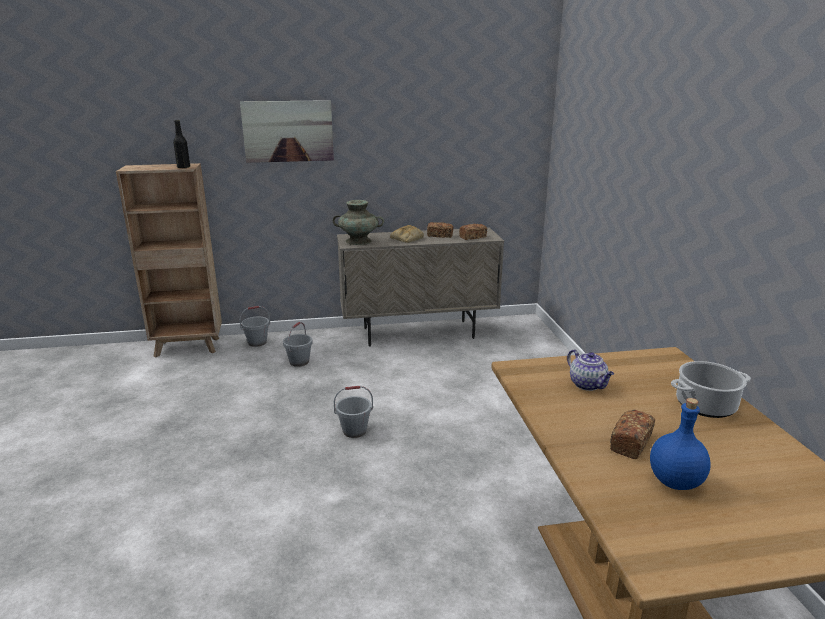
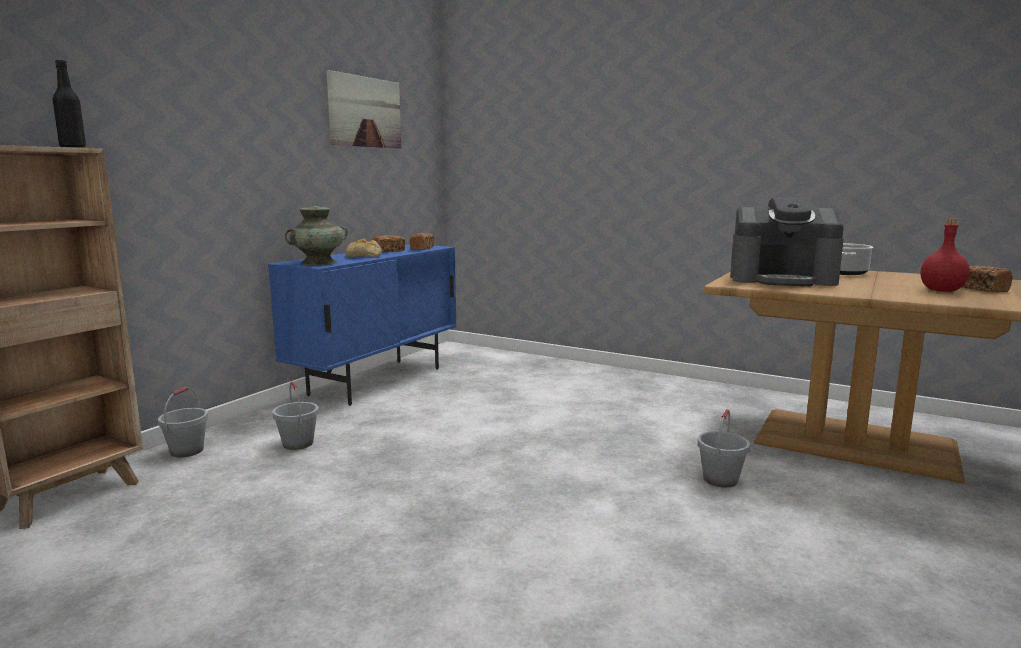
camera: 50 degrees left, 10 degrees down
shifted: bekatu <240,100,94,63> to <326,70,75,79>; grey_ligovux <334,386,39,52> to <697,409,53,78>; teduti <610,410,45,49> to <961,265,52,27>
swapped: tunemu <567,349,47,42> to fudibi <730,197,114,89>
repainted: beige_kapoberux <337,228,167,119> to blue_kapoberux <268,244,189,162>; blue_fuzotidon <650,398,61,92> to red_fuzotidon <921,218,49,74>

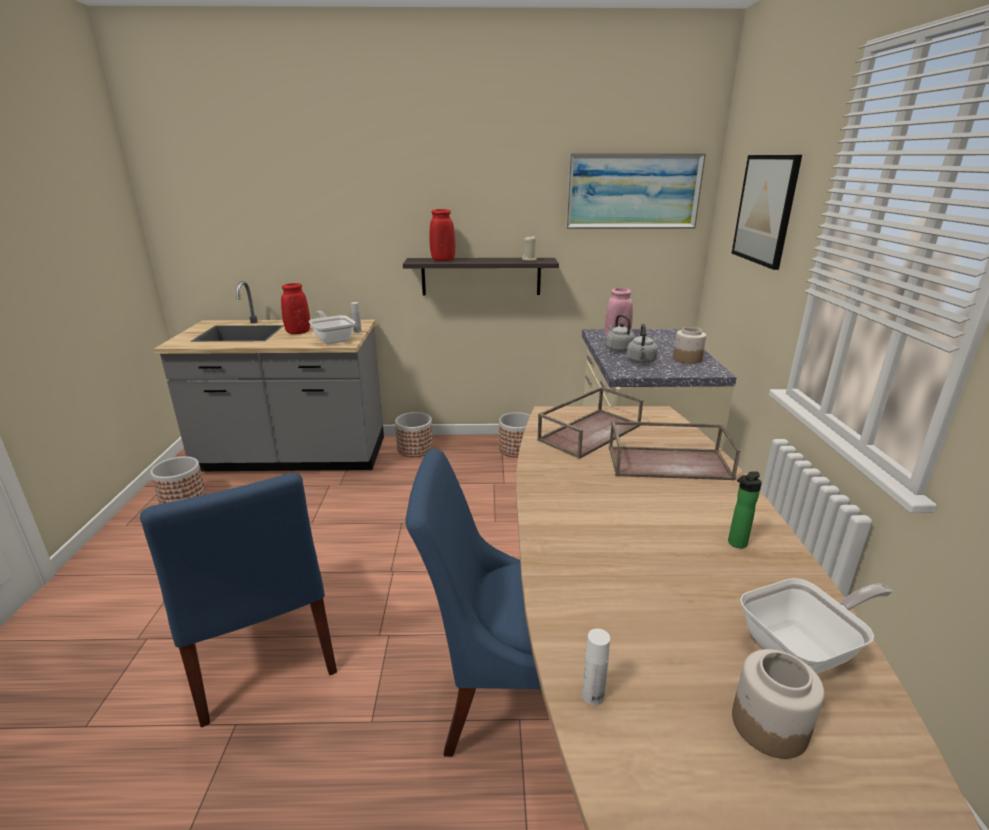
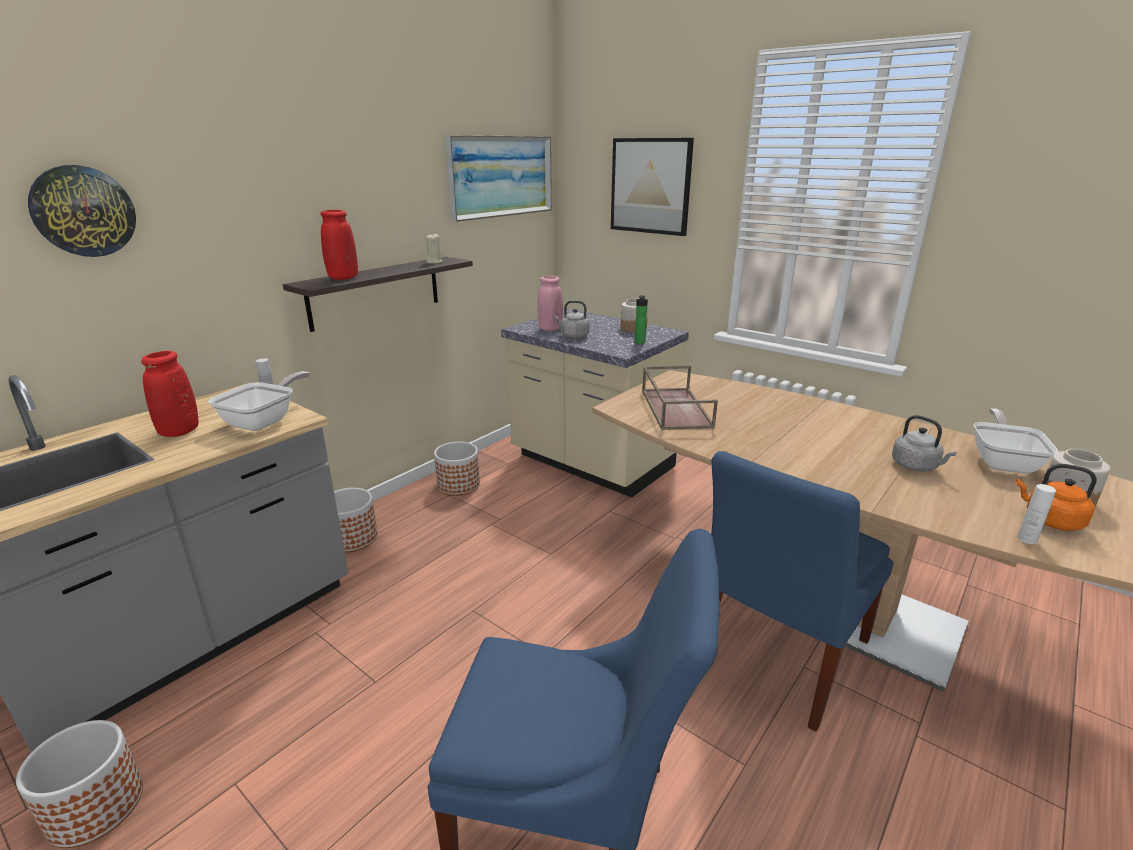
camera: 50 degrees left, 0 degrees up
gone: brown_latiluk <609,421,132,59>
new: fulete <28,165,108,92>; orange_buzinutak <1016,464,81,67>
shifted: grey_buzinutak <627,324,31,39> to <892,415,65,57>; fuzotidon <728,471,34,78> to <635,295,13,49>
rotated: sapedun <309,311,46,33> = <208,371,102,60> 105 degrees clockwise

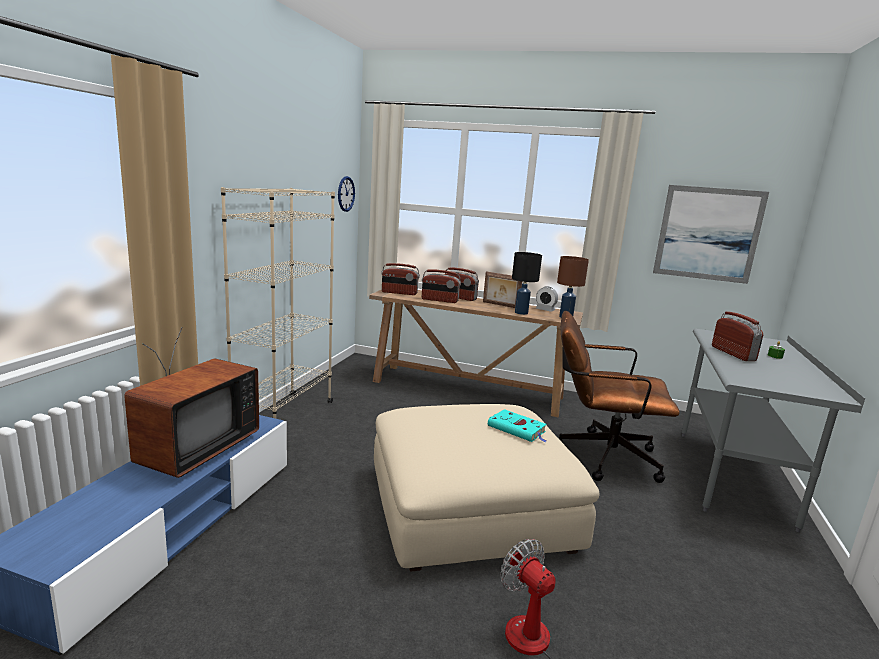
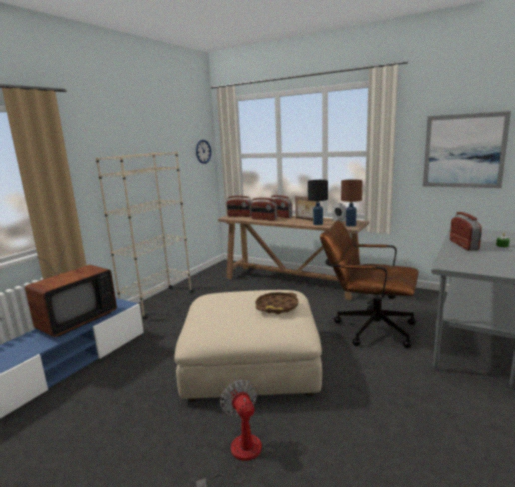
camera: 15 degrees right, 0 degrees up
swapped: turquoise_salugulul <488,409,59,33> to brown_latiluk <256,292,42,22>

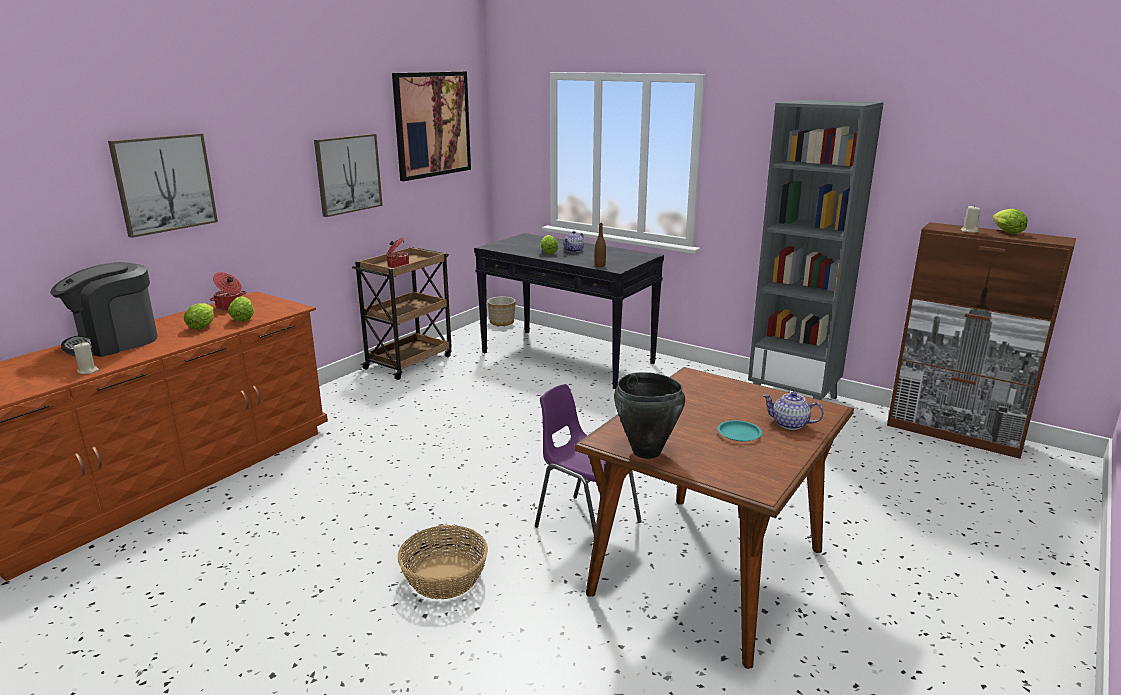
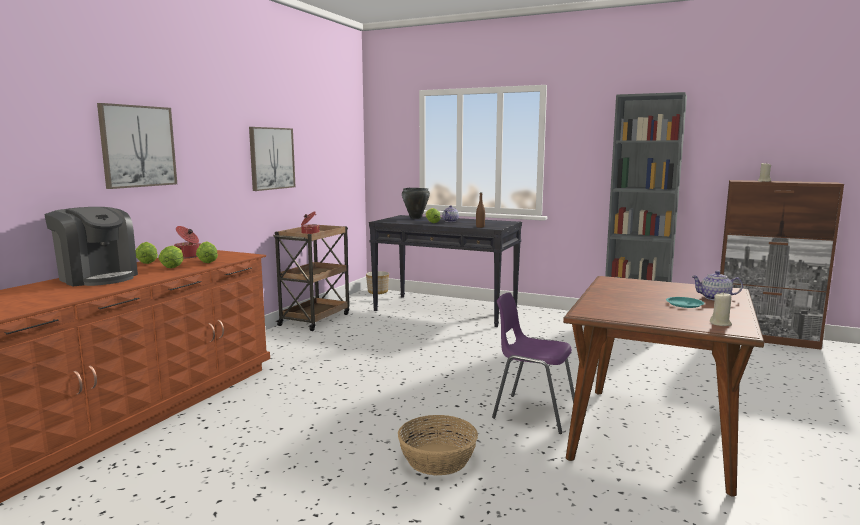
camera: 10 degrees left, 10 degrees down
gone: bekatu <392,71,79,110>
shifted: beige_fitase <73,342,26,32> to <710,292,22,34>; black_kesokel <614,372,71,87> to <402,188,28,31>; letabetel <992,209,36,25> to <136,242,22,22>
rotated: fudibi <50,262,108,95> = <44,207,94,79> 90 degrees counterclockwise

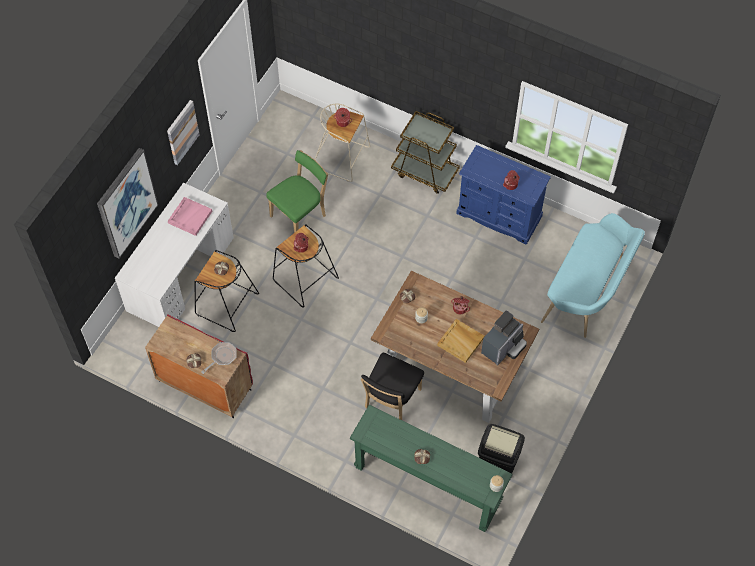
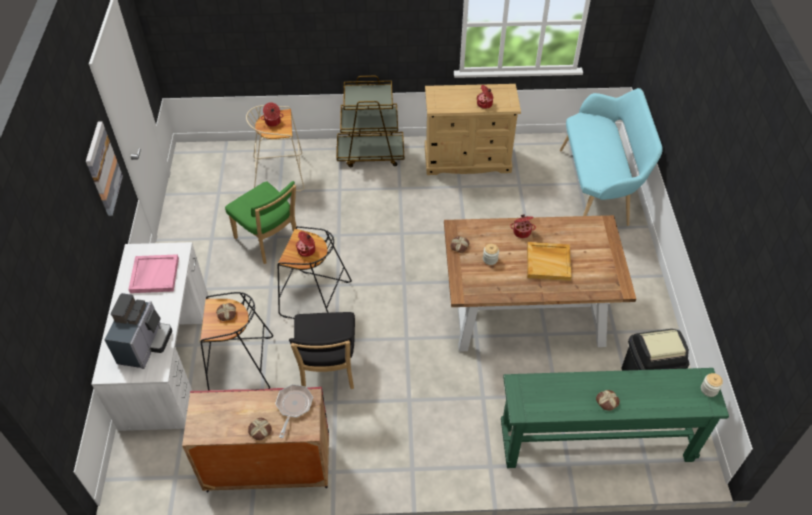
camera: 30 degrees left, 10 degrees down
gone: bekatu <97,148,61,111>
shifted: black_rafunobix <361,353,63,67> to <289,312,66,77>; fudibi <481,311,46,55> to <104,293,68,76>
repainted: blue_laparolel <456,145,95,100> to beige_laparolel <425,84,96,91>
rotated: green_rafunobix <266,150,62,83> = <225,181,72,83> 120 degrees clockwise

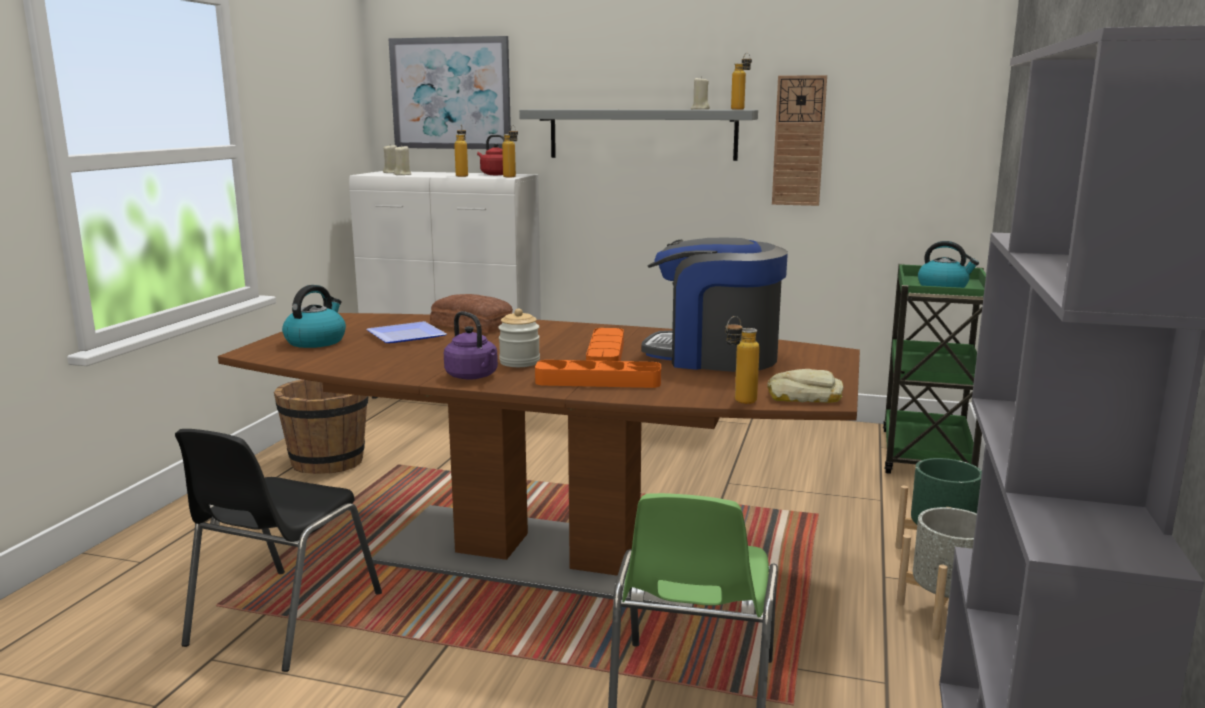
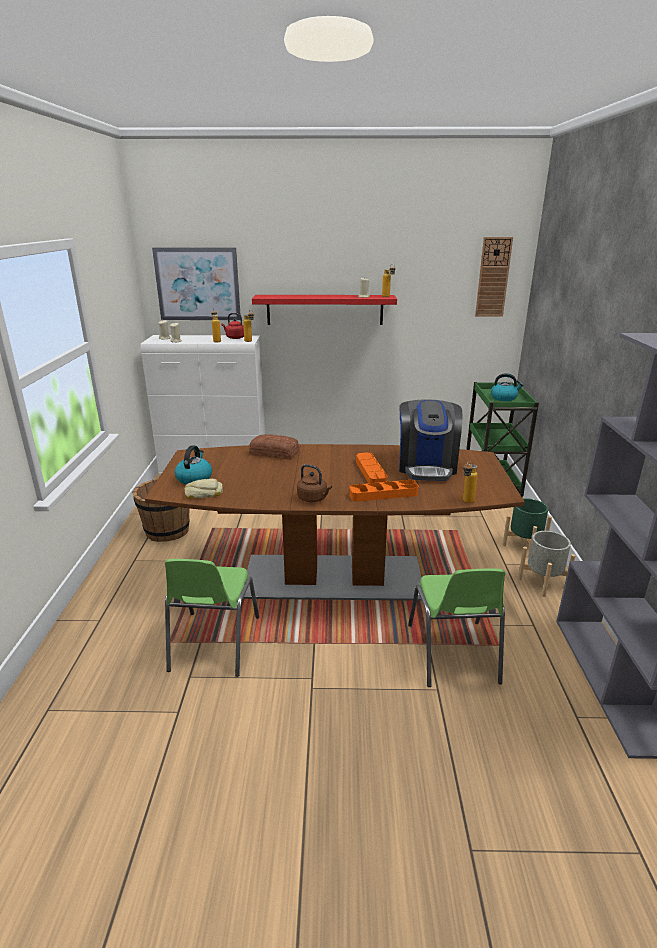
camera: 15 degrees left, 10 degrees up
gone: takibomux <366,321,81,22>; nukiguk <498,309,42,58>
shifted: teduti <767,369,76,34> to <184,479,39,20>; fulete <772,75,55,131> to <475,237,38,79>
repainted: black_rafunobix <175,429,207,243> to green_rafunobix <165,559,94,118>; purple_buzinutak <444,311,54,69> to brown_buzinutak <297,464,35,38>; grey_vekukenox <519,109,239,52> to red_vekukenox <252,295,145,30>
rotated: fudibi <641,237,147,135> = <399,399,63,82> 90 degrees counterclockwise

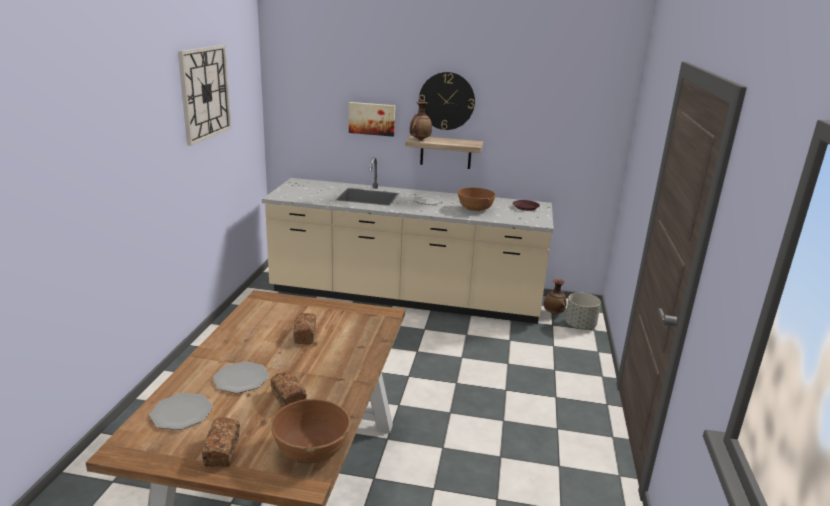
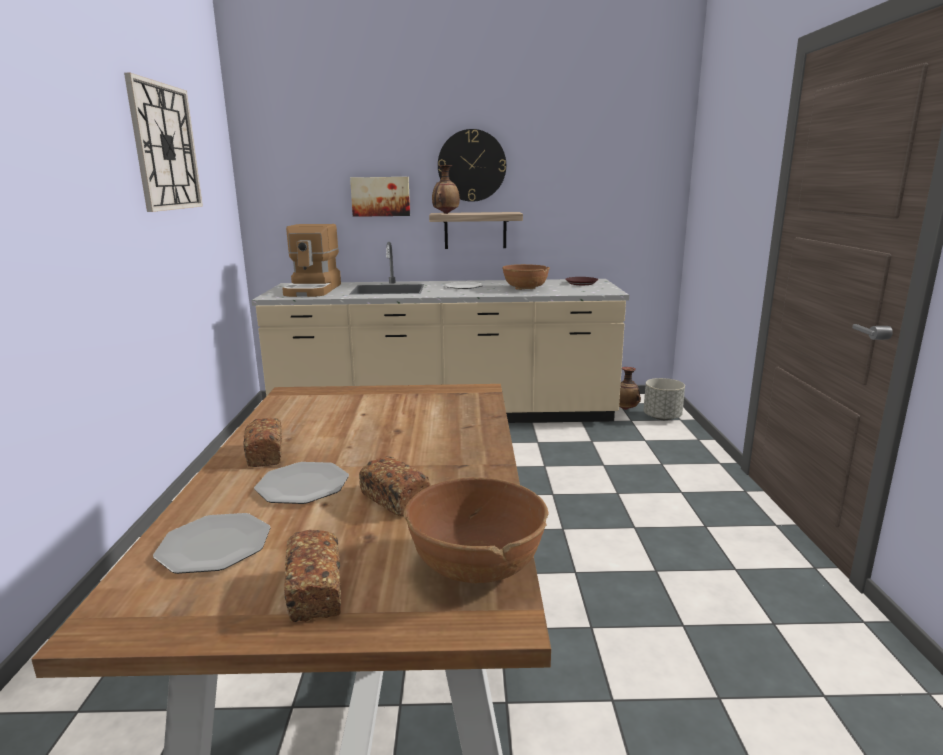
camera: 10 degrees left, 5 degrees down
new: fudibi <282,224,59,73>
shifted: teduti <293,313,23,31> to <243,418,39,49>

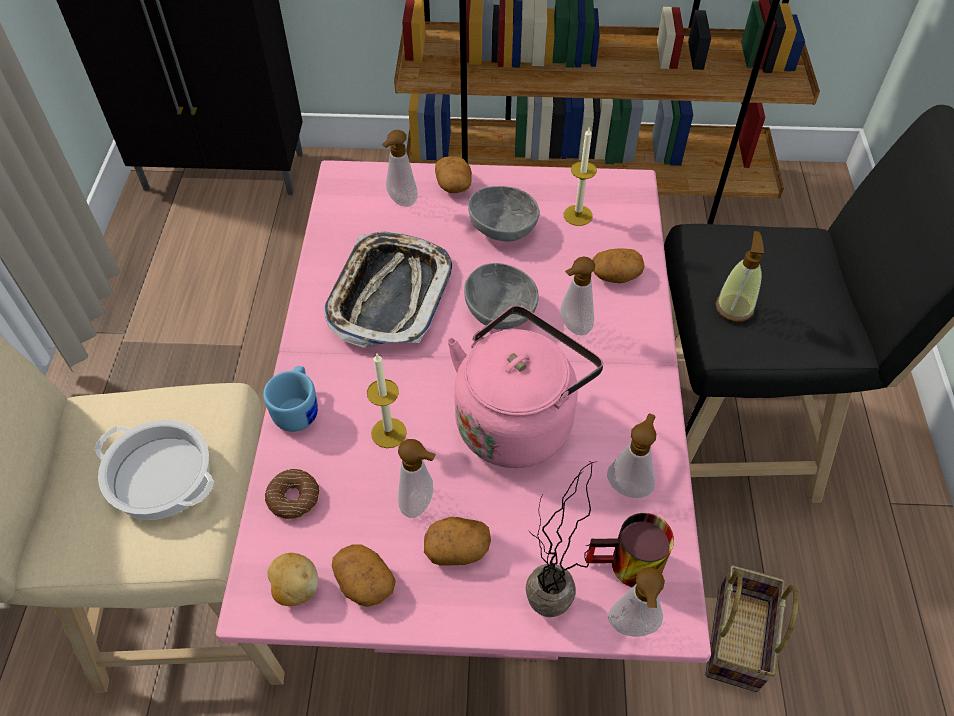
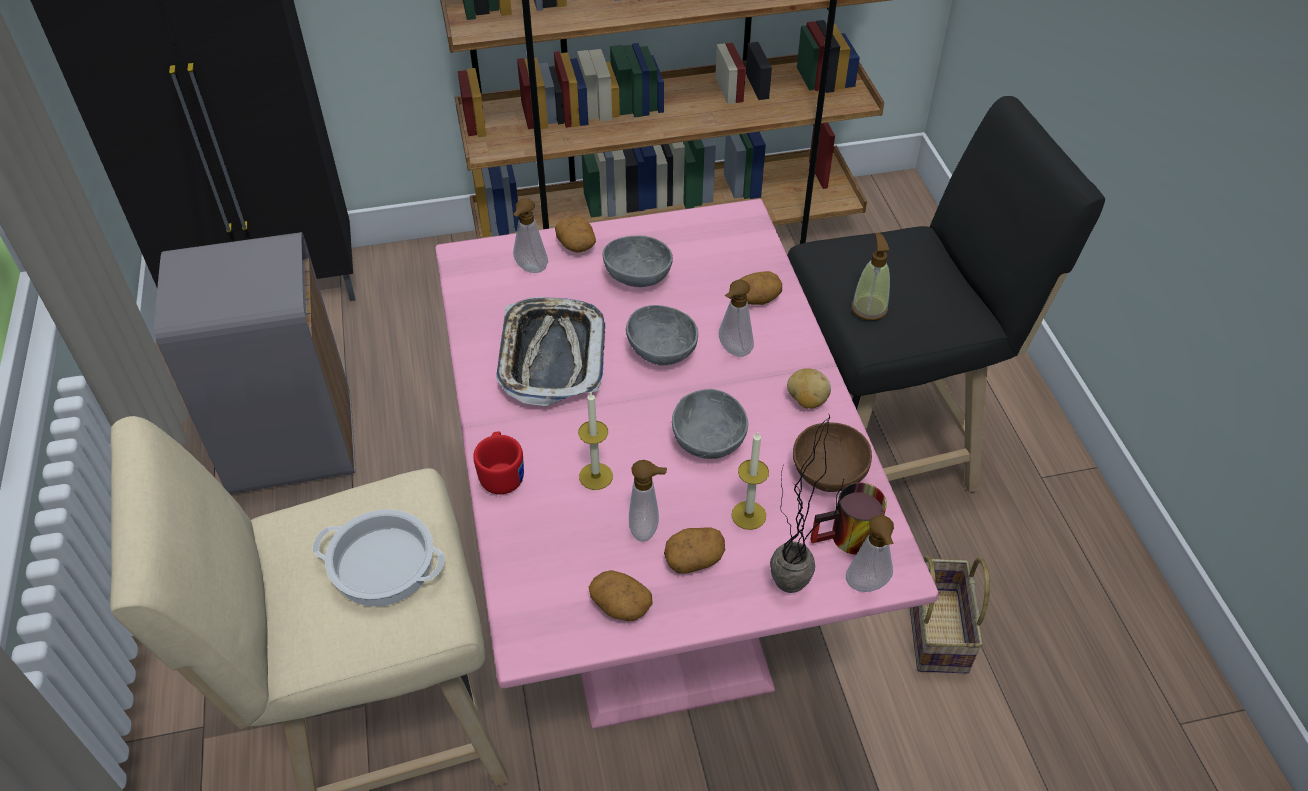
camera: 15 degrees left, 5 degrees down
gone: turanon <265,469,54,50>
new: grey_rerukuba <154,232,201,262>
shifted: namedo <267,553,51,53> to <787,368,44,41>; fitase <563,126,34,100> to <732,432,37,98>
swapped: pink_buzinutak <447,305,156,163> to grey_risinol <672,389,76,70>; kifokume <607,413,49,85> to brown_risinol <793,422,79,70>
repainted: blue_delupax <263,366,55,66> to red_delupax <473,431,51,63>

